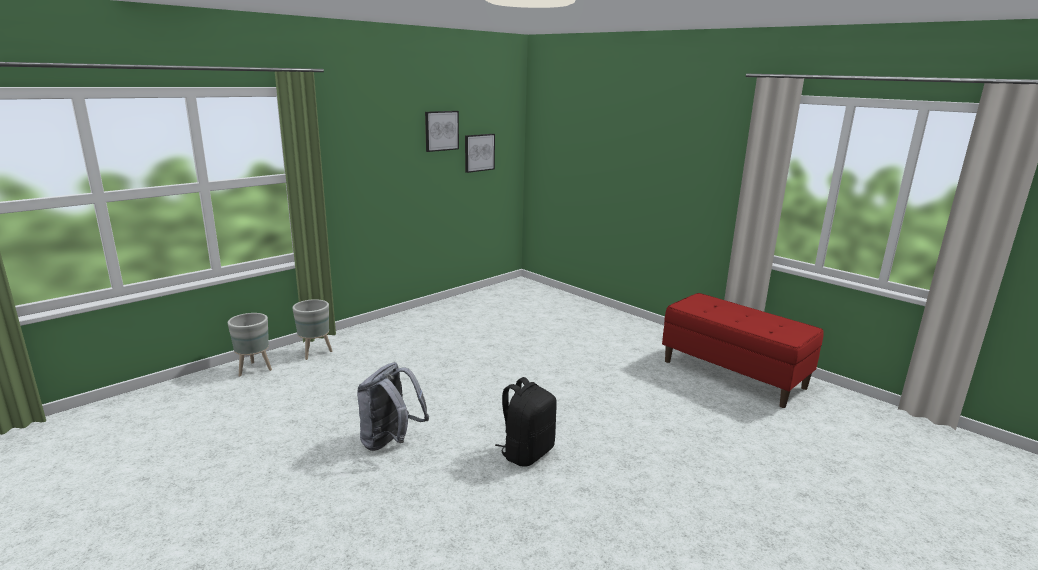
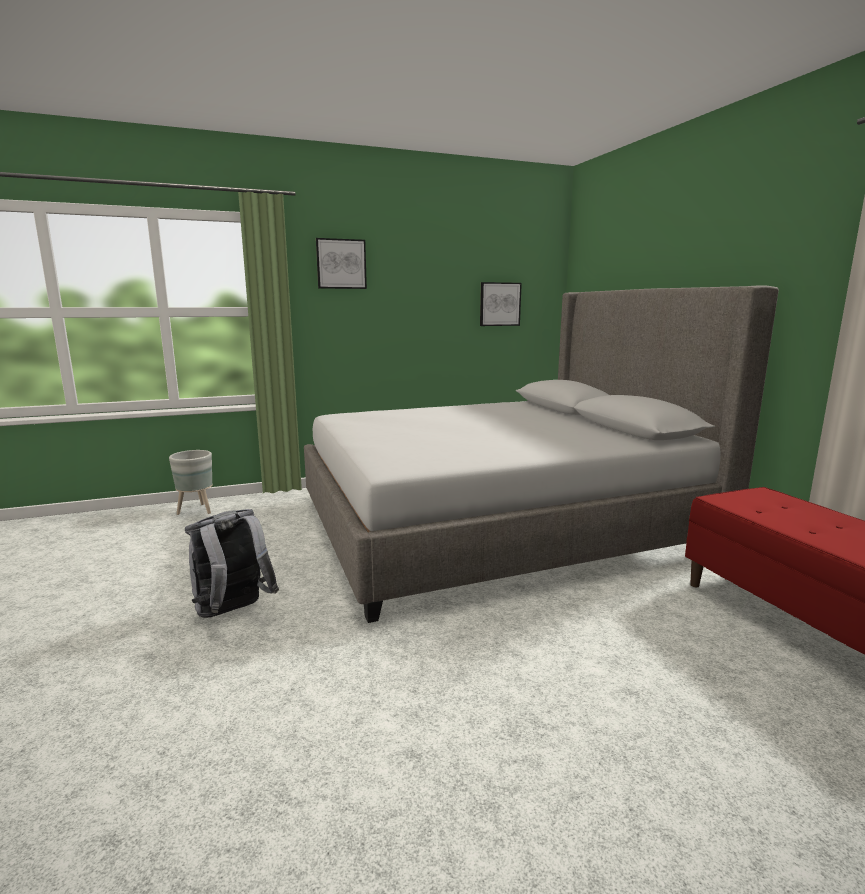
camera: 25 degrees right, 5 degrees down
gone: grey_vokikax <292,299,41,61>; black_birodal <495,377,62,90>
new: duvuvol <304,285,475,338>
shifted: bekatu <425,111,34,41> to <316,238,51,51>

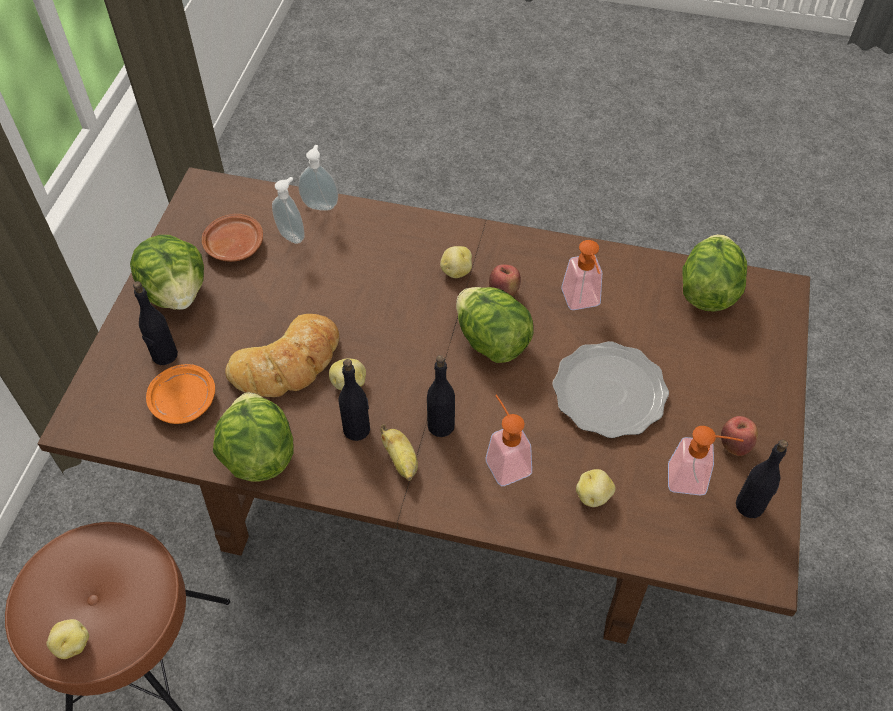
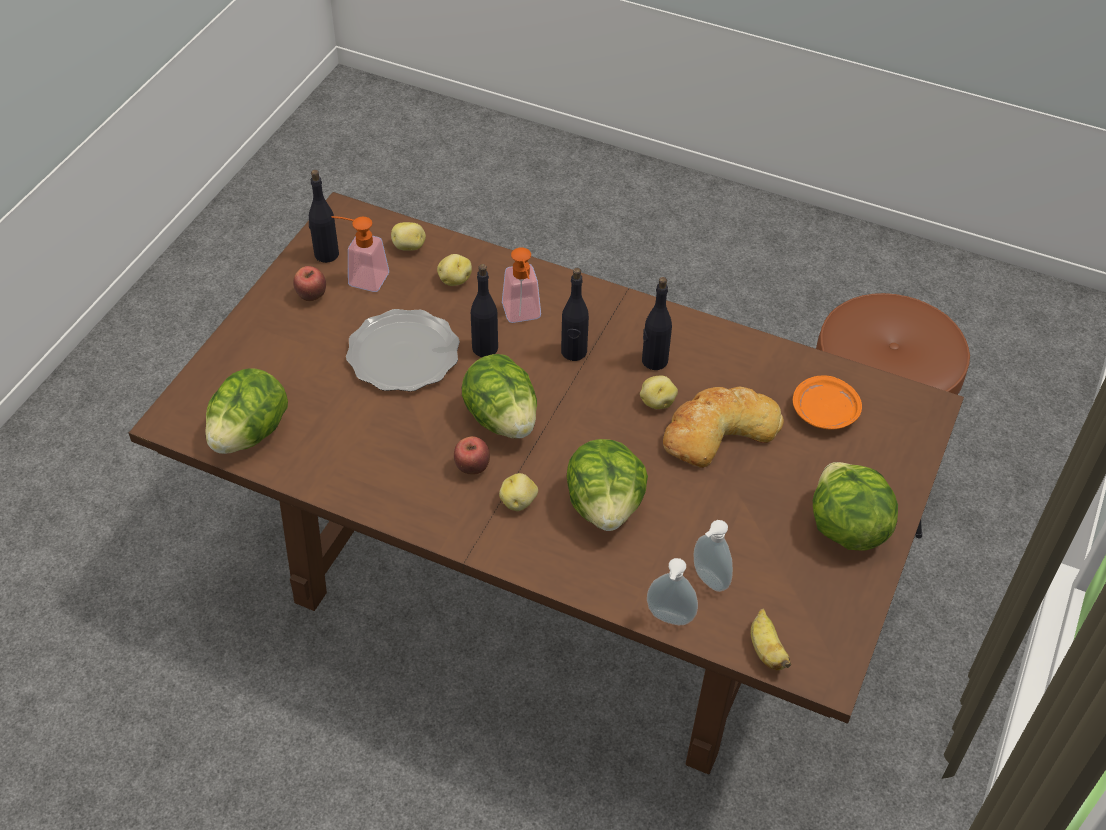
camera: 170 degrees left, 5 degrees down
gone: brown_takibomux <202,214,61,48>; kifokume <561,240,41,70>
shifted: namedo <46,619,43,40> to <391,222,35,29>; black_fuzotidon <133,281,45,84> to <471,264,27,93>; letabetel <213,393,80,89> to <567,439,81,92>; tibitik <380,424,38,57> to <751,608,40,62>

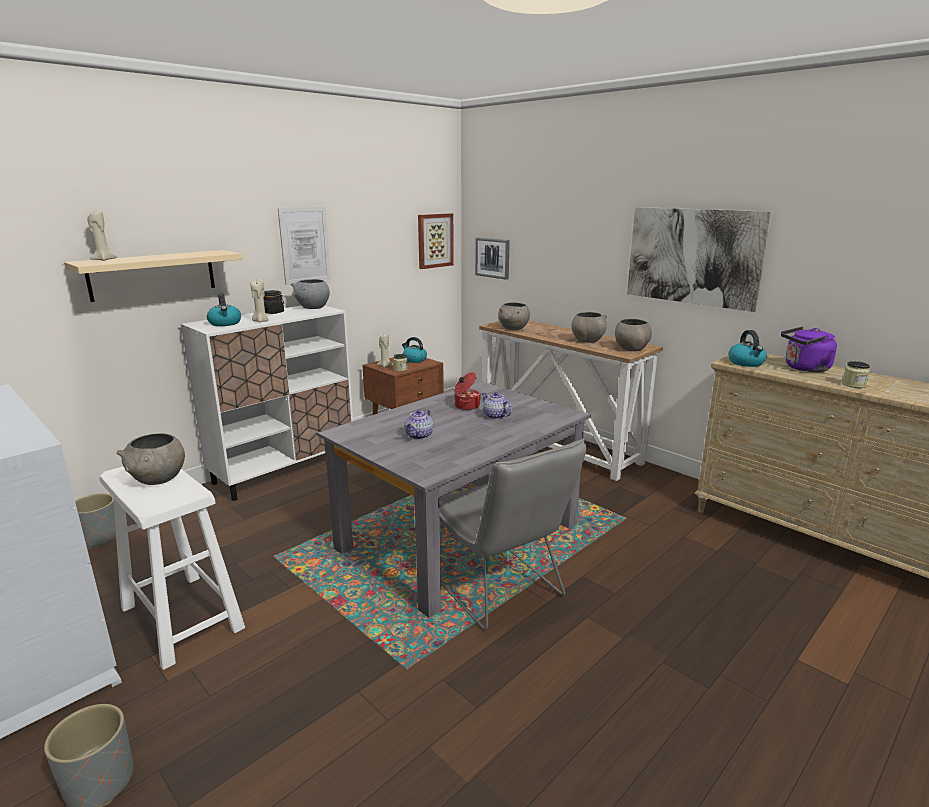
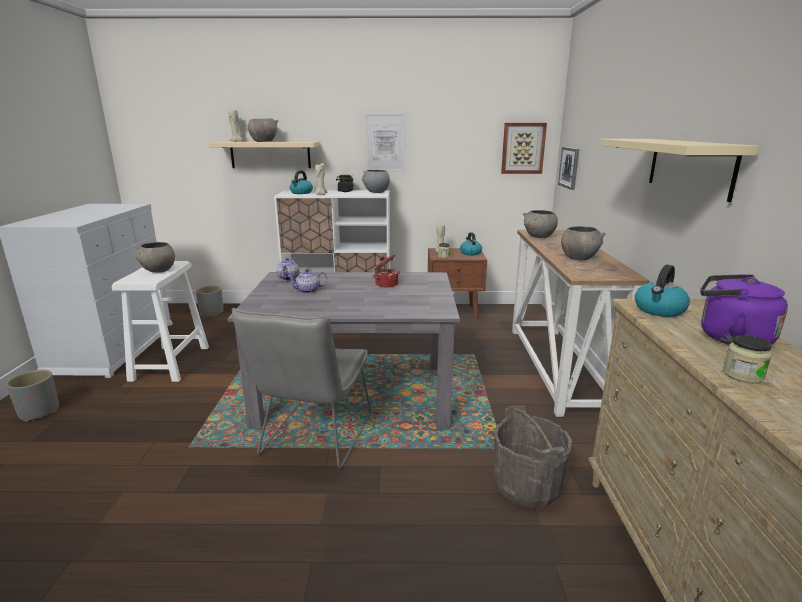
camera: 45 degrees right, 0 degrees up
new: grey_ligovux <494,406,78,102>
shifted: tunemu <481,392,31,27> to <277,258,22,23>; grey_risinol <615,319,37,32> to <248,118,30,24>
swapped: bekatu <627,207,145,105> to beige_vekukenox <600,139,159,63>

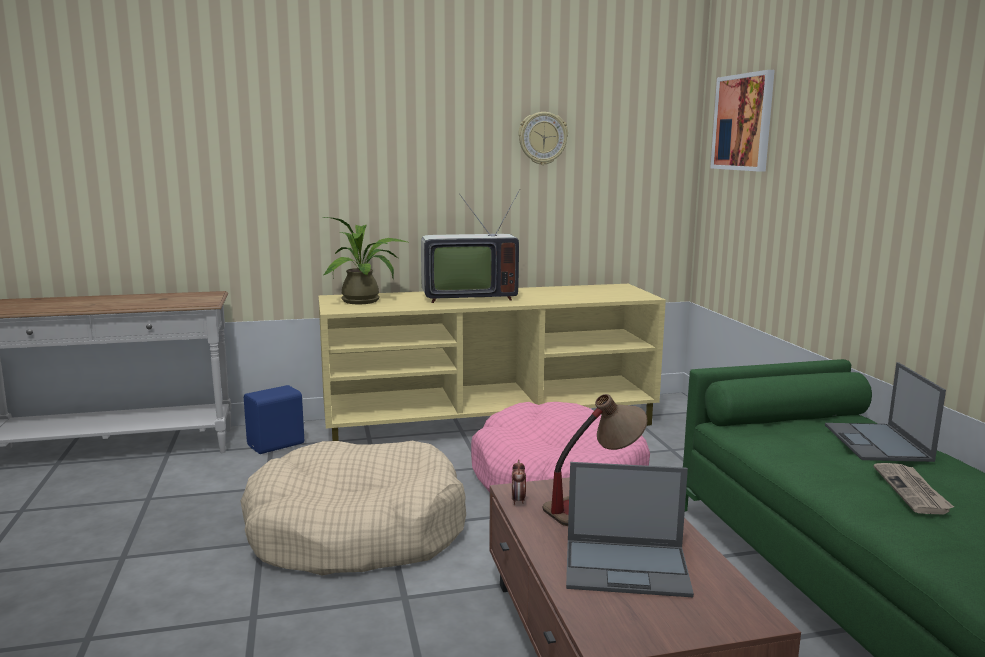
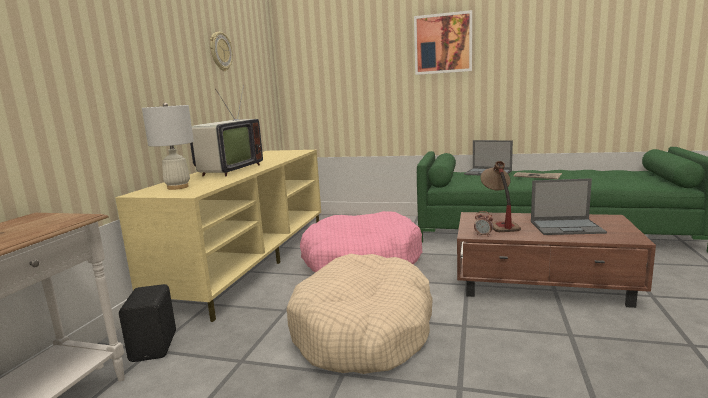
camera: 60 degrees left, 0 degrees up
shifted: bekatu <710,70,65,102> to <414,10,58,65>
swapped: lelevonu <323,217,87,87> to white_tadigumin <142,103,52,87>
repainted: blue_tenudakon <244,385,61,69> to black_tenudakon <119,284,57,78>
rotated: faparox <566,462,128,135> = <531,178,76,57> 60 degrees clockwise

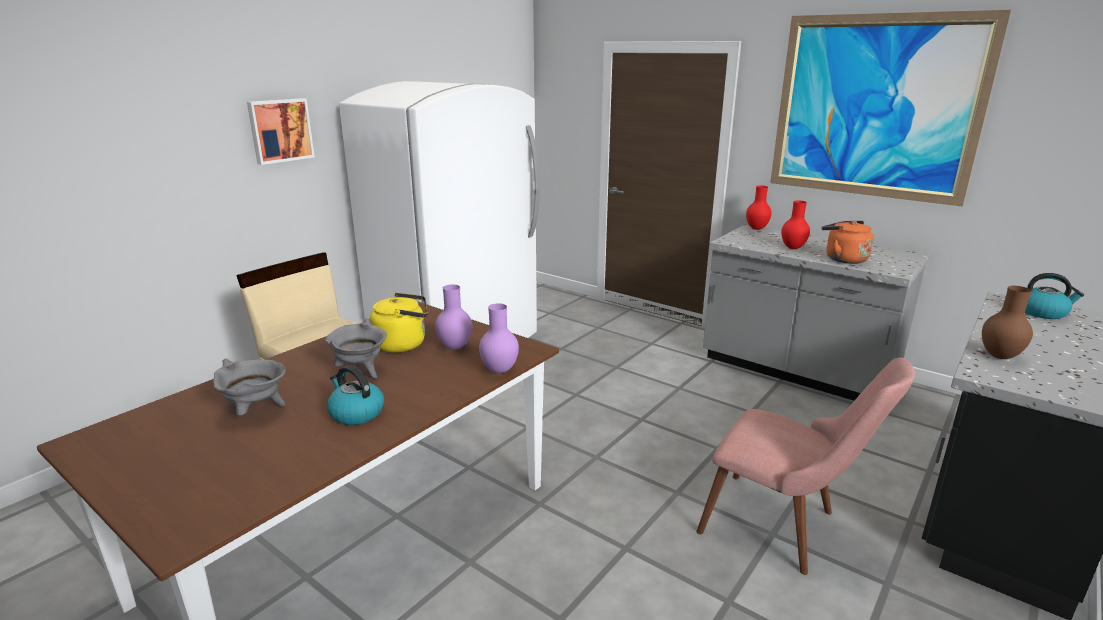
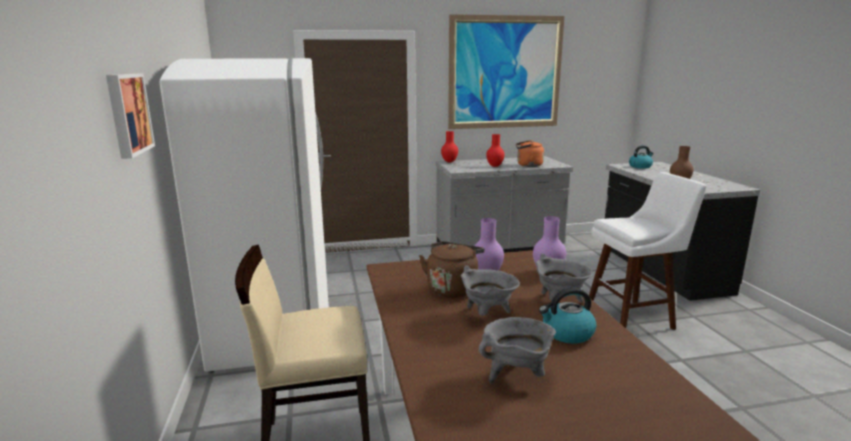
camera: 50 degrees left, 5 degrees down
new: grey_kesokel <536,253,57,49>
swapped: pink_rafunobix <696,358,219,217> to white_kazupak <589,172,118,158>
repainted: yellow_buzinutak <370,293,57,60> to brown_buzinutak <419,241,66,57>

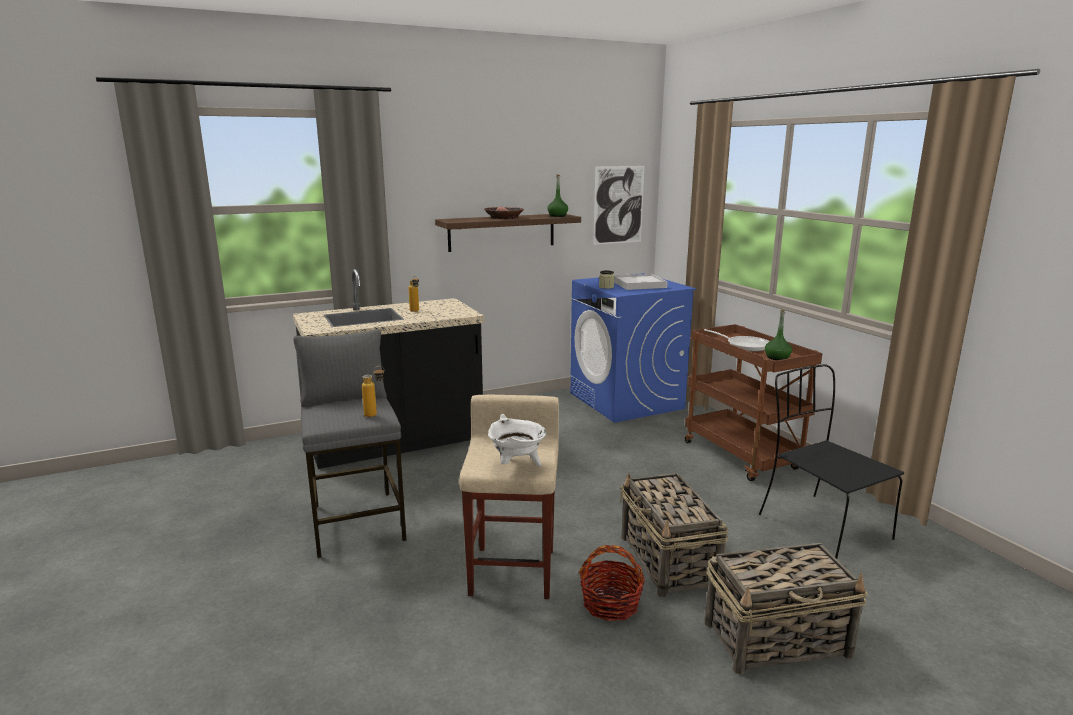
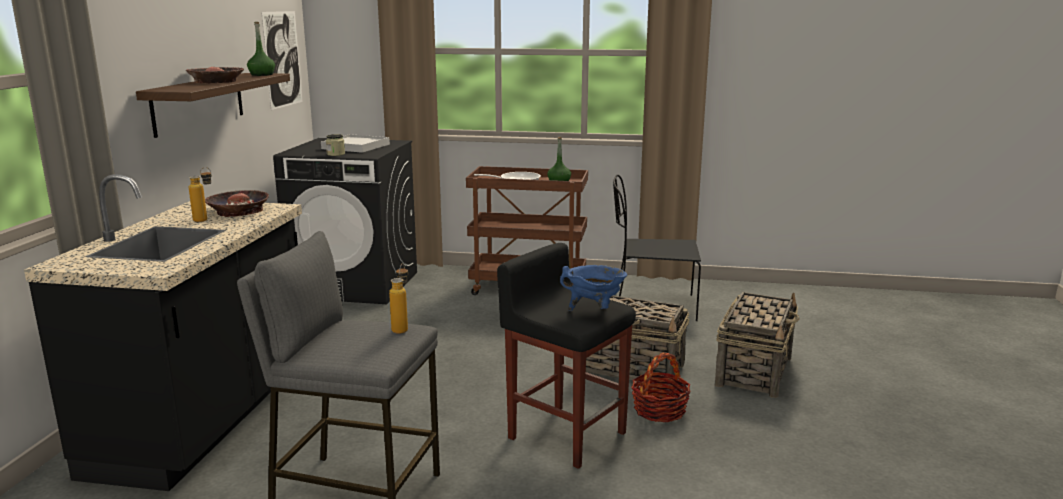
camera: 55 degrees left, 0 degrees up
new: risinol <205,190,64,27>
repainted: beige_kazupak <459,395,100,204> to black_kazupak <497,243,139,226>; white_kesokel <488,414,59,52> to blue_kesokel <560,265,67,46>; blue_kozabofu <570,273,126,150> to black_kozabofu <273,138,144,166>

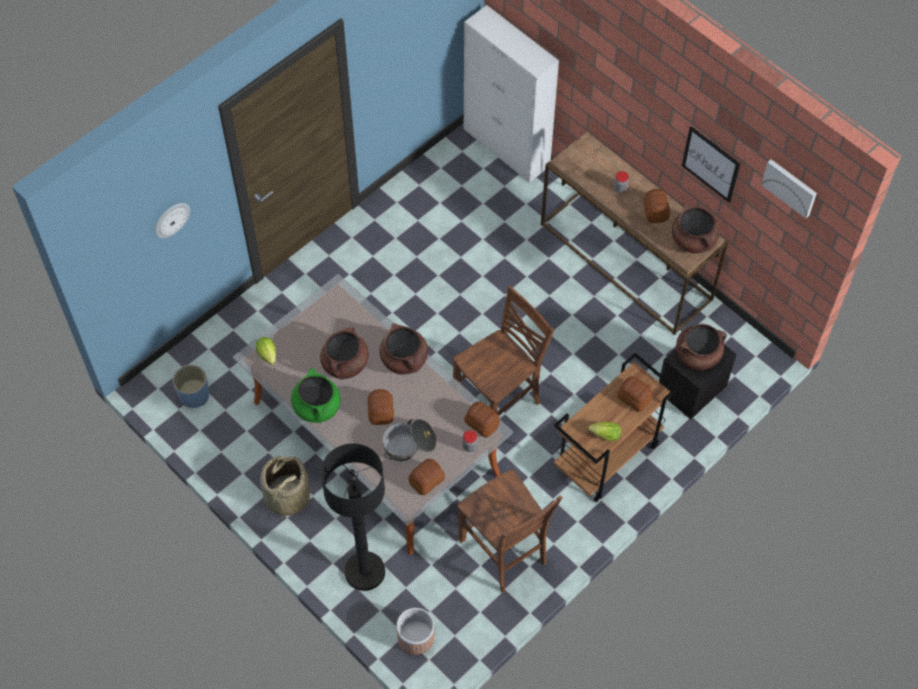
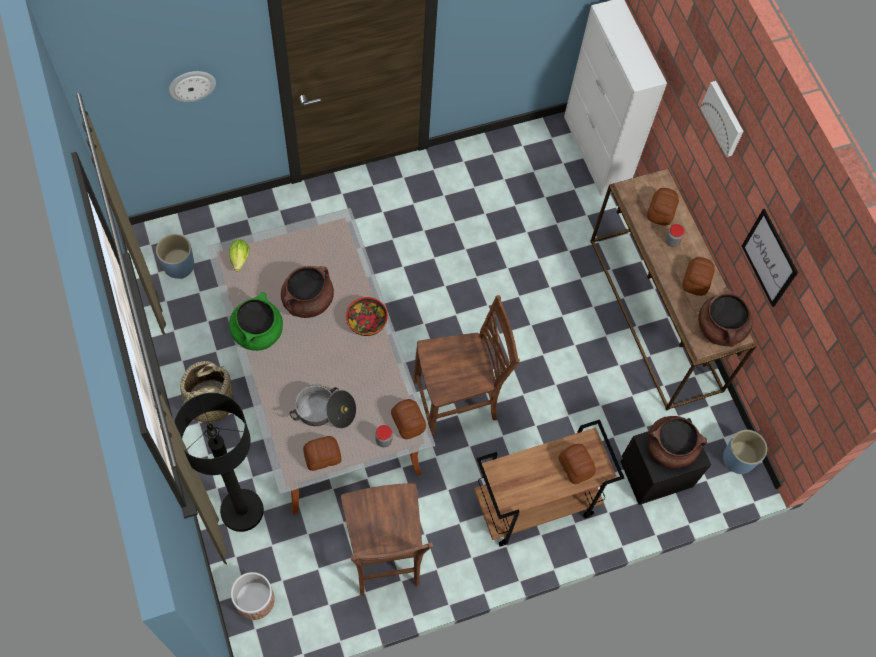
camera: 20 degrees right, 5 degrees up
gone: letabetel <588,422,33,19>
new: blue_vokikax <723,430,44,44>
shifted: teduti <367,389,27,36> to <647,188,32,38>; bekatu <761,159,56,59> to <700,81,44,76>
swapped: brown_kesokel <380,323,48,52> to risinol <346,297,42,39>

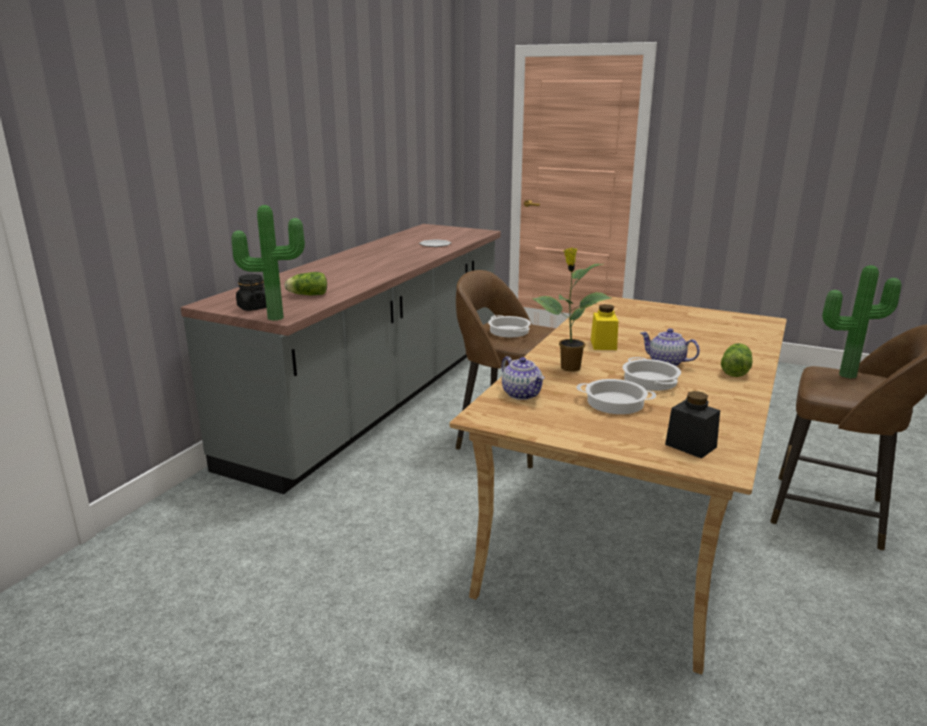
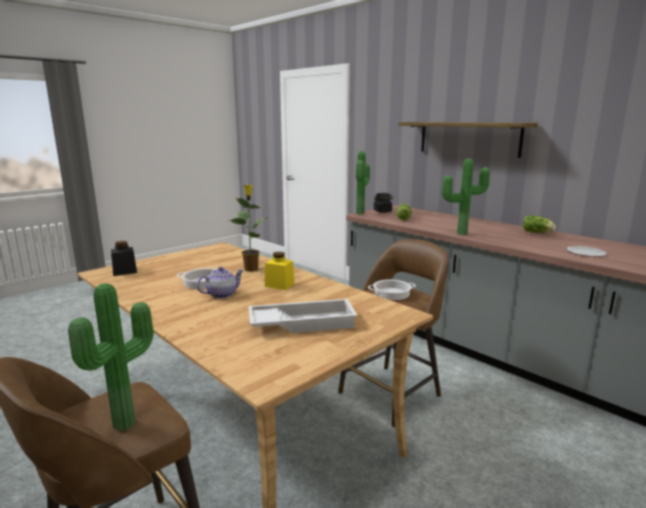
camera: 110 degrees right, 5 degrees down
gone: tunemu <501,356,44,44>; kesokel <577,379,79,35>
new: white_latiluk <249,299,109,34>; vekukenox <398,122,140,36>; lelevonu <442,158,48,77>
shifted: letabetel <721,343,32,34> to <523,215,33,18>

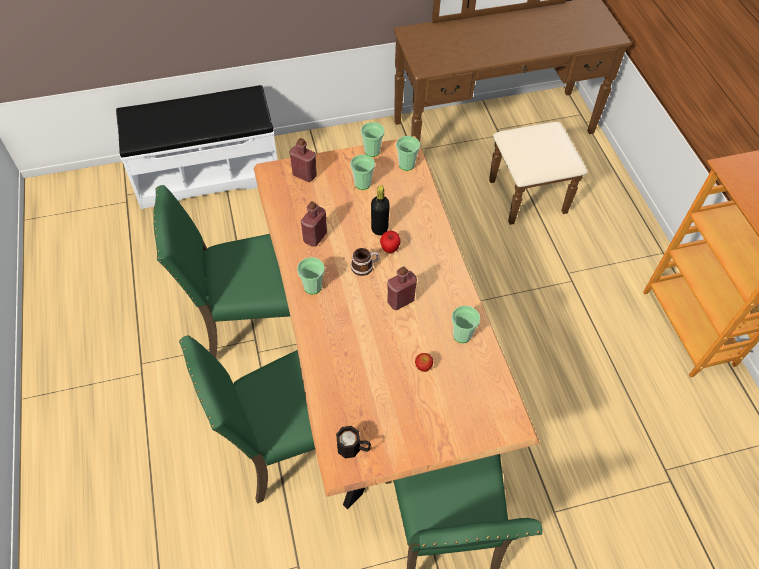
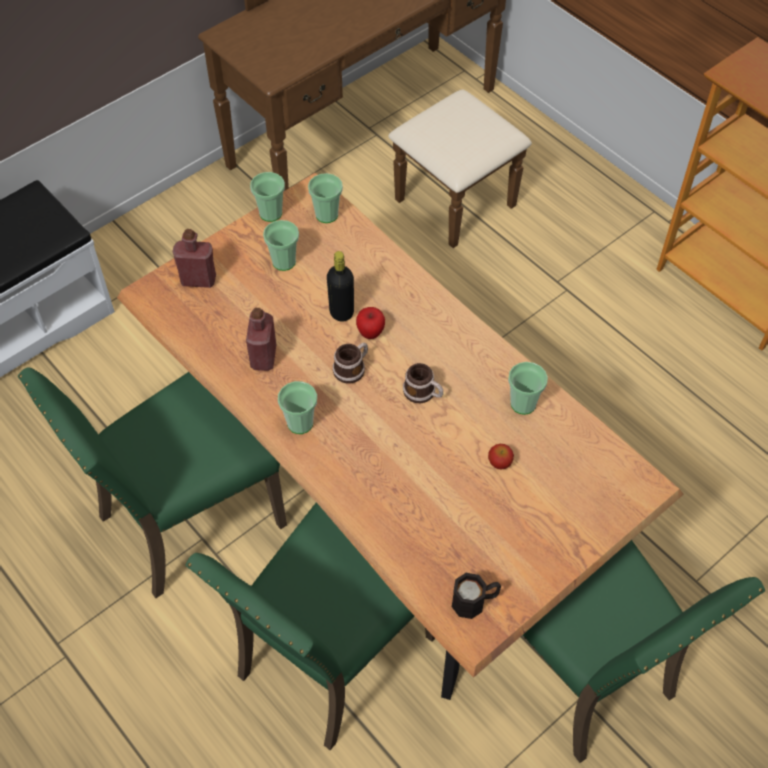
camera: 25 degrees left, 0 degrees up
swapped: red_fuzotidon <387,266,30,45> to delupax <403,363,40,40>

